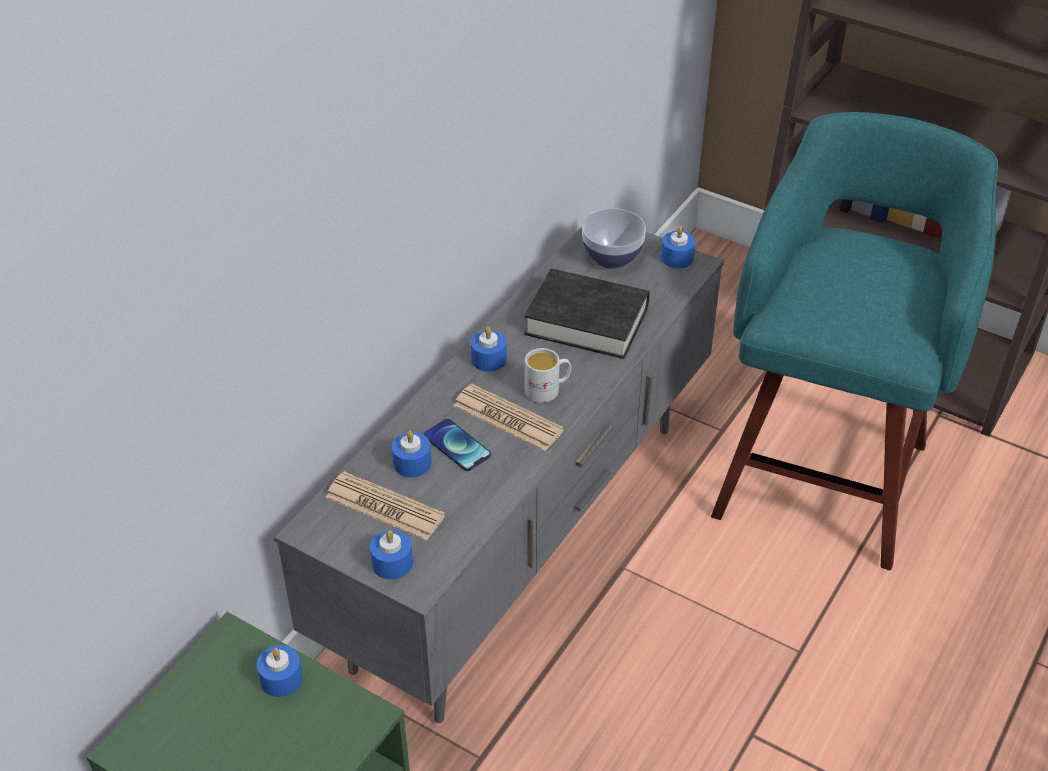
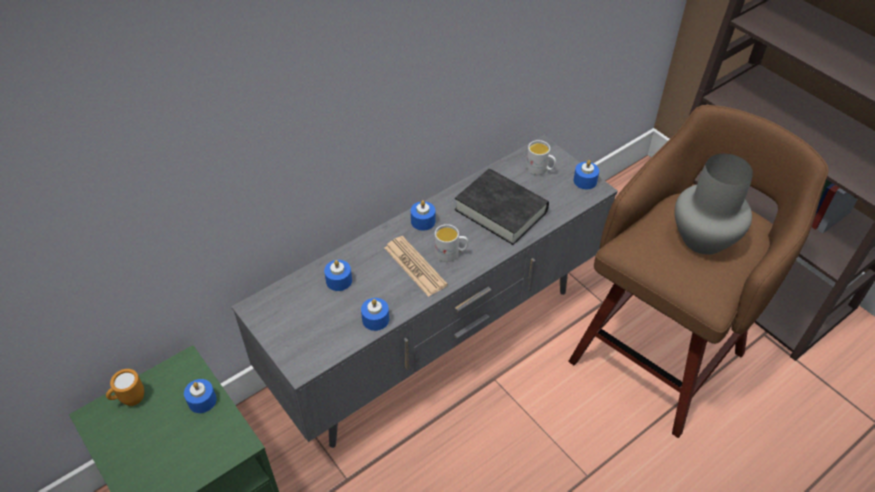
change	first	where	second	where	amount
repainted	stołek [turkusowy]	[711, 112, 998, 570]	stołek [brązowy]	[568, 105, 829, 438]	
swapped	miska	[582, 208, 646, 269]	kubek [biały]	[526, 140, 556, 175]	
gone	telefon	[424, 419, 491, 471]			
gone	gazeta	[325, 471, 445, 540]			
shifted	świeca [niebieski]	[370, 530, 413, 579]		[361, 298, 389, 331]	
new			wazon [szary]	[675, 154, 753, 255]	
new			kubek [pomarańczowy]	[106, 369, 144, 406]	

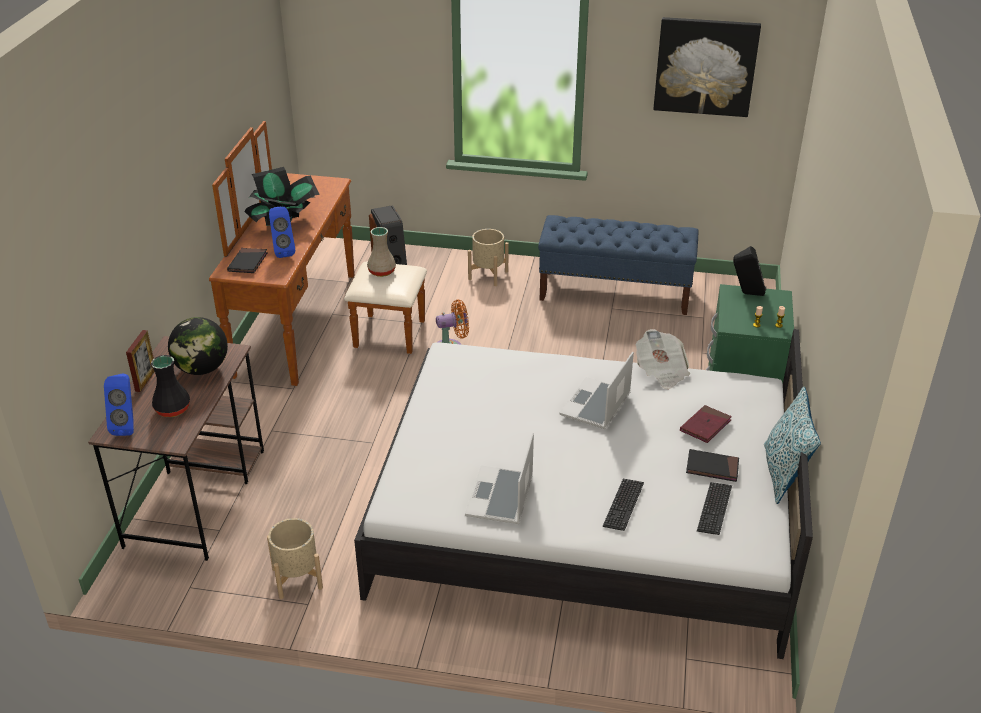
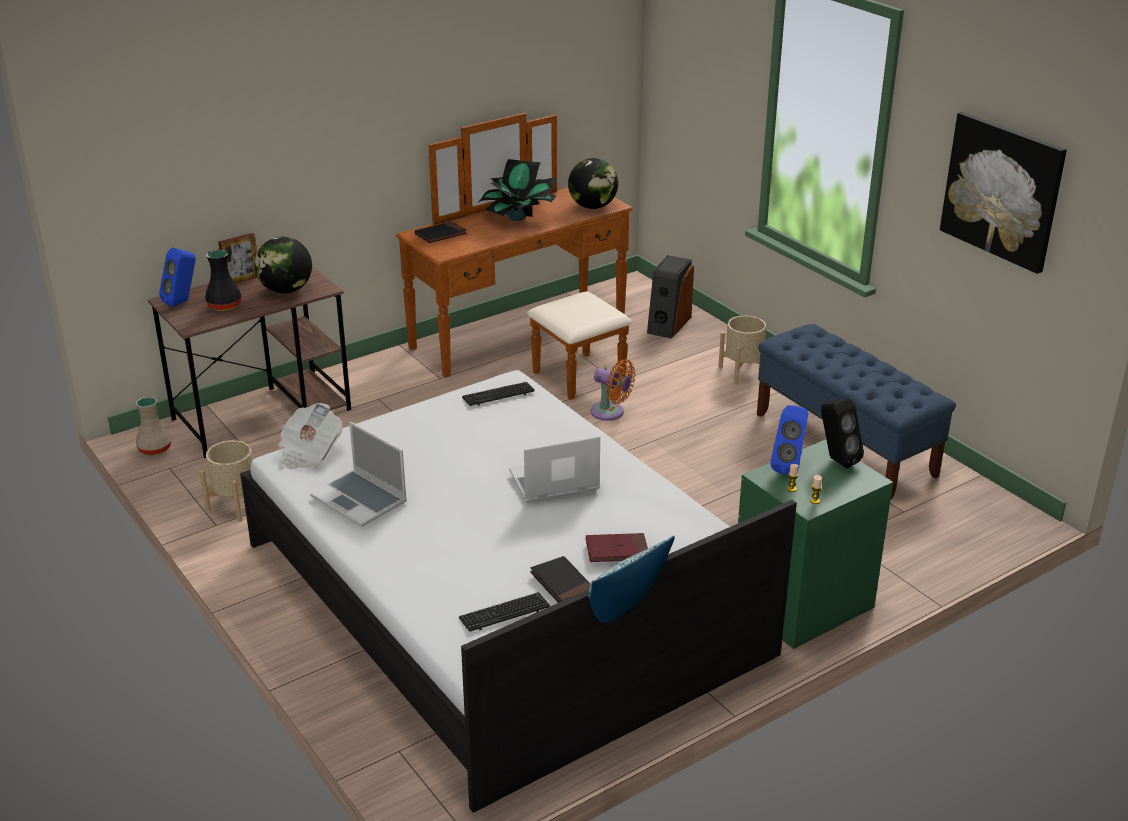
change	first	where	second	where	amount
shifted	głośnik [niebieski]	[269, 207, 295, 258]		[770, 405, 808, 475]	
shifted	wazon [beżowy]	[367, 227, 396, 277]		[136, 397, 171, 456]	
shifted	gazeta	[636, 329, 690, 390]		[278, 403, 343, 469]	
rotated	laptop	[465, 433, 534, 524]		[310, 422, 407, 527]	105 degrees counterclockwise
shifted	klawiatura	[603, 479, 644, 531]		[462, 382, 535, 406]	
new			globus	[568, 158, 618, 209]	

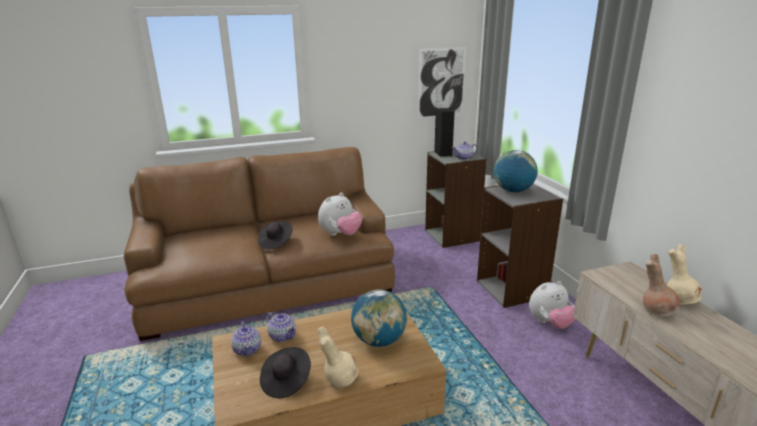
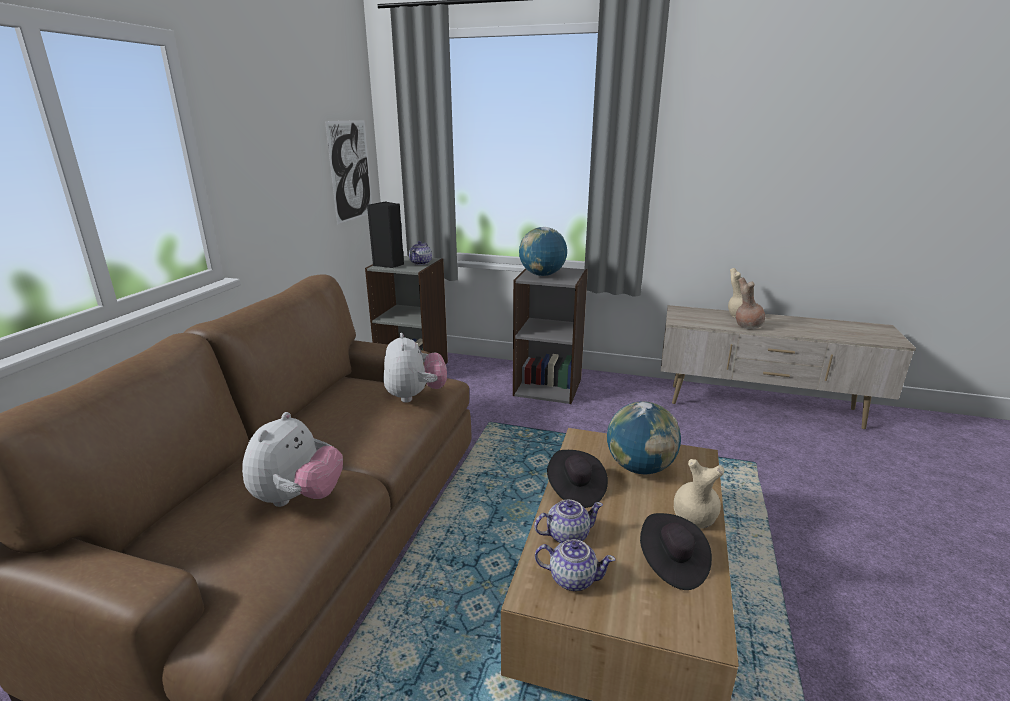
change	first	where	second	where	amount
shifted	kapelusz [czarny]	[258, 221, 293, 249]		[547, 450, 608, 508]	
shifted	pluszak	[529, 281, 576, 329]		[242, 412, 343, 507]	

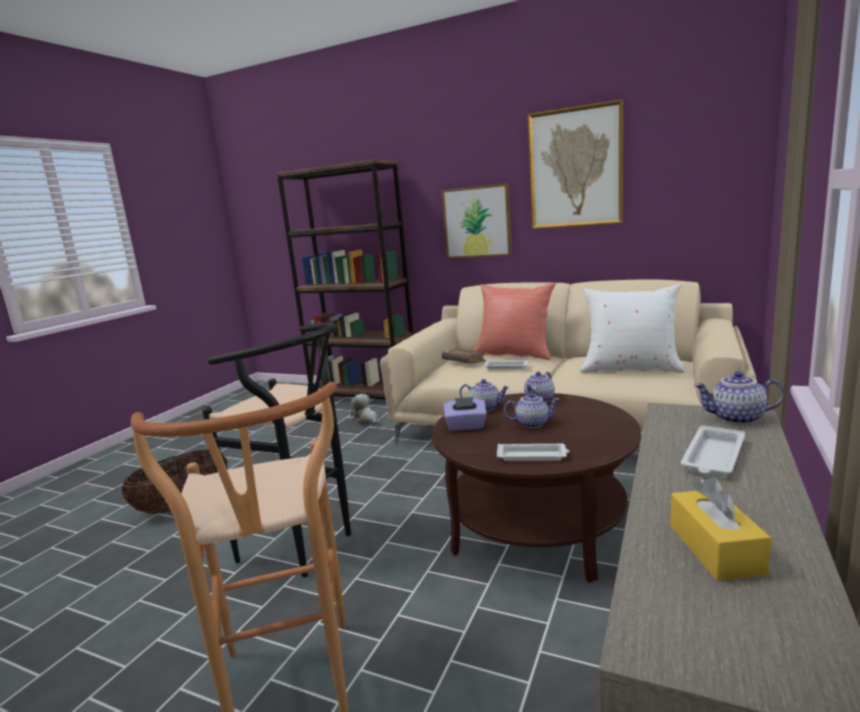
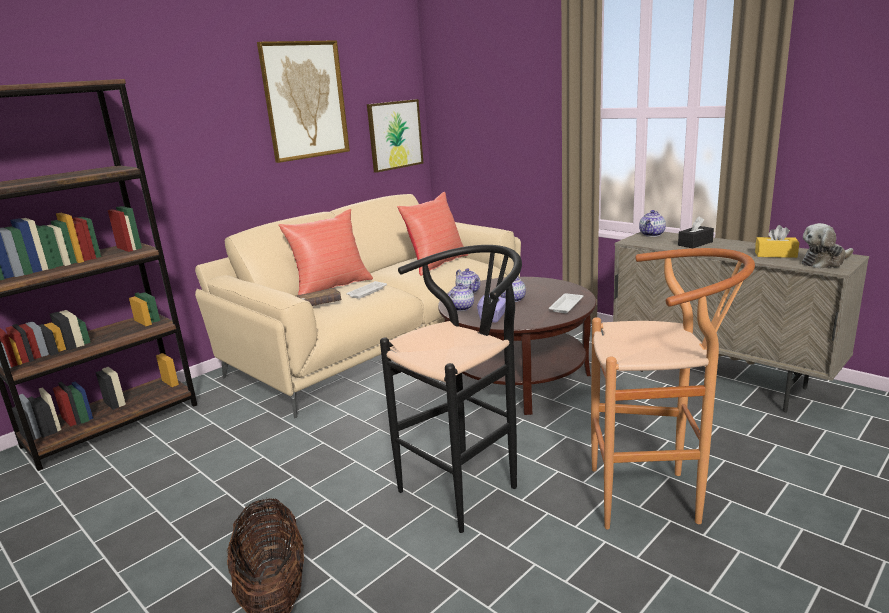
change	first	where	second	where	amount
shifted	obraz	[442, 183, 512, 259]		[367, 99, 423, 173]	
repainted	poduszka [biały]	[580, 284, 685, 373]	poduszka [czerwony]	[397, 192, 468, 276]	
shifted	pluszak	[350, 394, 380, 426]		[802, 223, 853, 269]	
swapped	taca [biały]	[681, 425, 745, 477]	pudełko chusteczek [czarny]	[678, 216, 714, 248]	

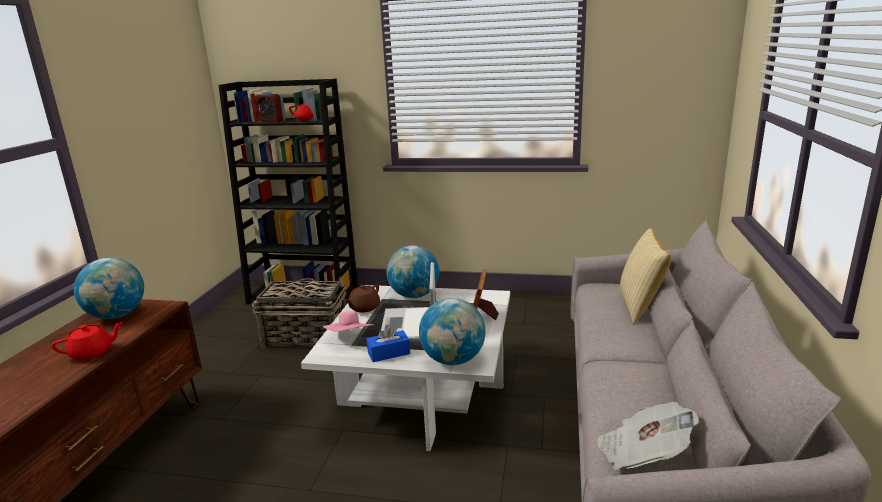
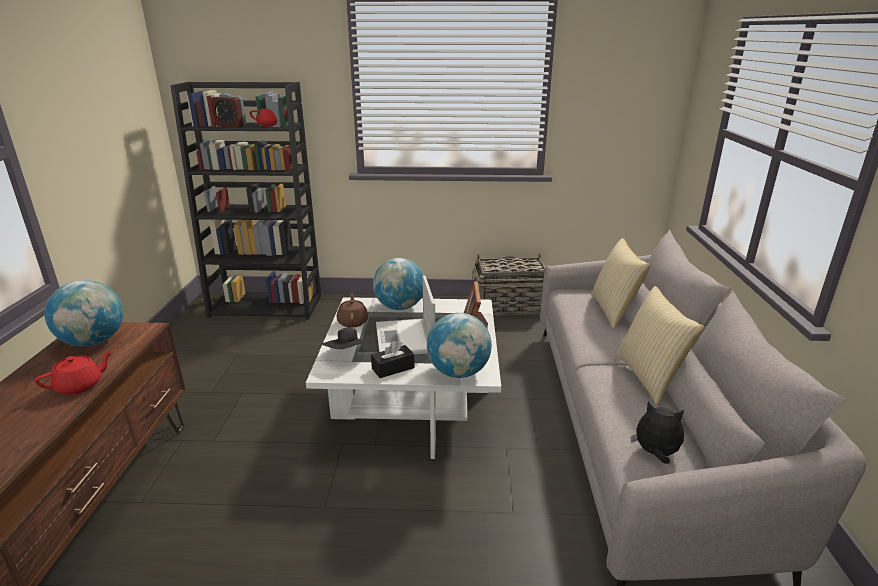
change	first	where	second	where	amount
shifted	koszyk	[252, 276, 346, 348]		[472, 254, 545, 315]	
rotated	imbryk [brązowy]	[345, 285, 380, 313]		[337, 294, 368, 328]	150 degrees clockwise
repainted	kapelusz [różowy]	[322, 311, 374, 332]	kapelusz [czarny]	[322, 328, 373, 349]	
repainted	pudełko chusteczek [niebieski]	[366, 325, 410, 362]	pudełko chusteczek [czarny]	[371, 341, 415, 378]	
swapped	gazeta	[596, 402, 699, 470]	pluszak	[631, 402, 684, 464]	
new			poduszka	[616, 286, 705, 405]	

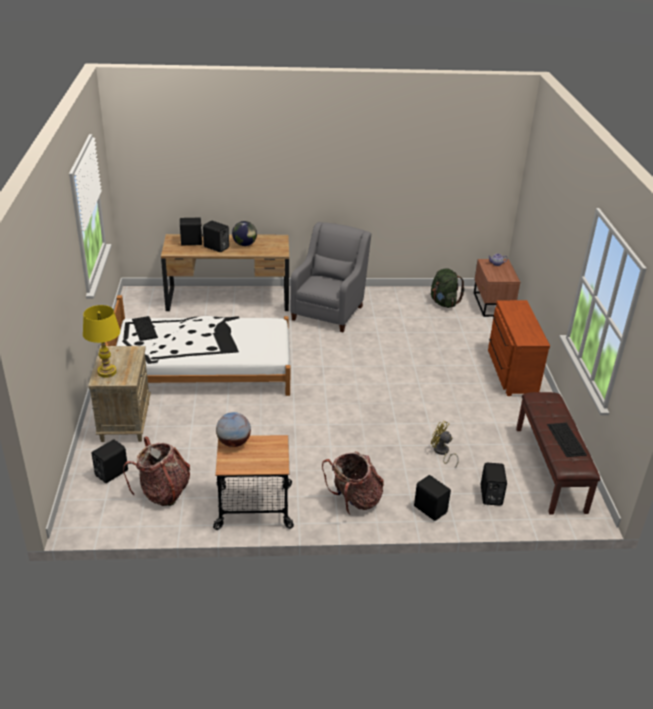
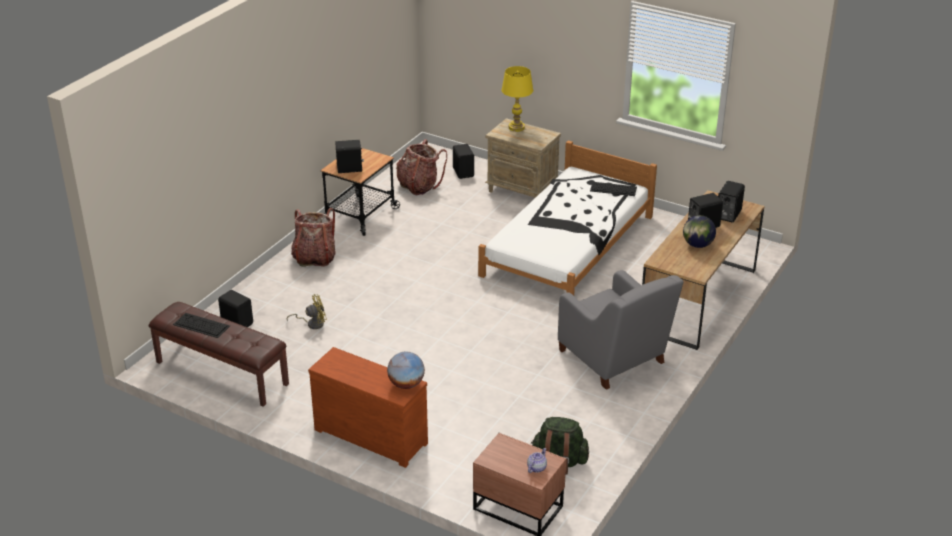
change	first	where	second	where	amount
shifted	globus	[216, 412, 251, 447]		[387, 352, 425, 389]	
shifted	głośnik [czarny]	[414, 475, 451, 521]		[335, 140, 364, 173]	

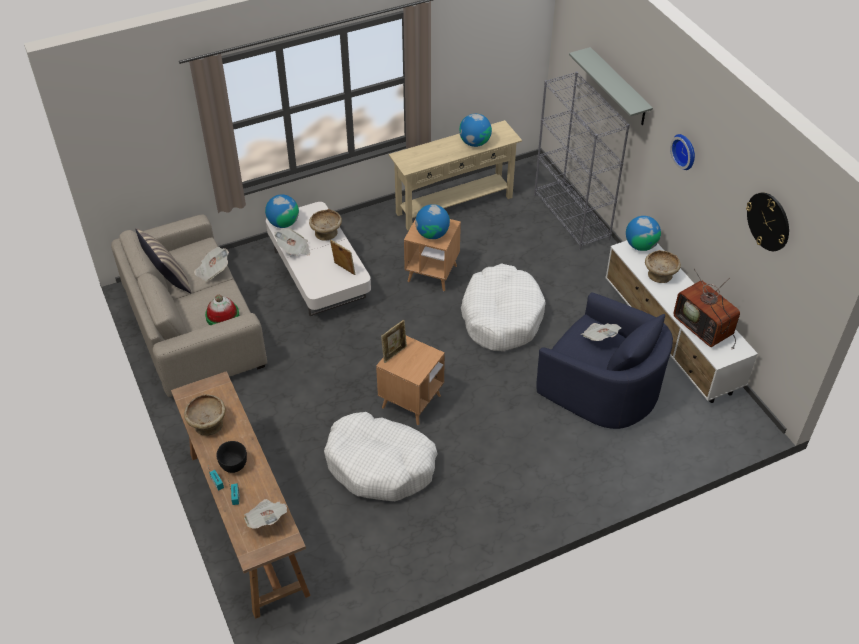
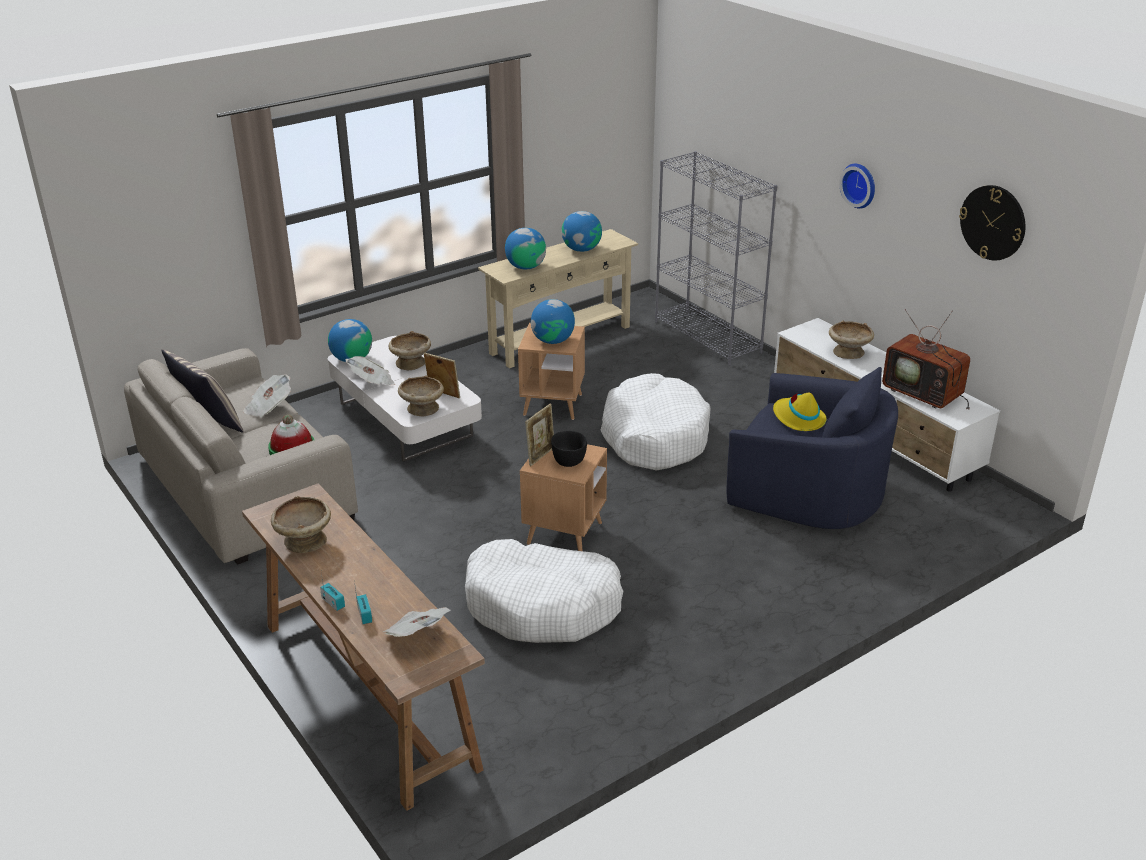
change	first	where	second	where	amount
gone	półka [szary]	[569, 47, 653, 125]			
shifted	globus	[626, 216, 661, 251]		[505, 228, 546, 269]	
swapped	gazeta	[581, 323, 622, 341]	kapelusz [żółty]	[773, 392, 827, 431]	
shifted	miska [czarny]	[216, 441, 247, 473]		[551, 431, 587, 467]	
new			miska [beżowy]	[398, 376, 444, 417]	

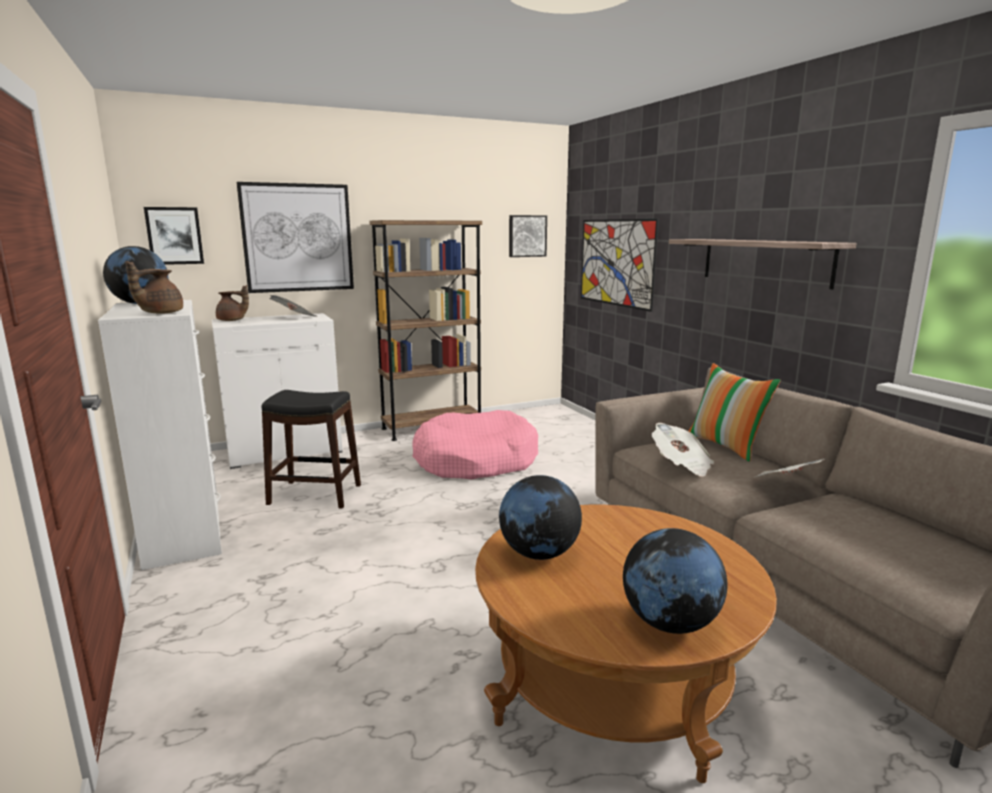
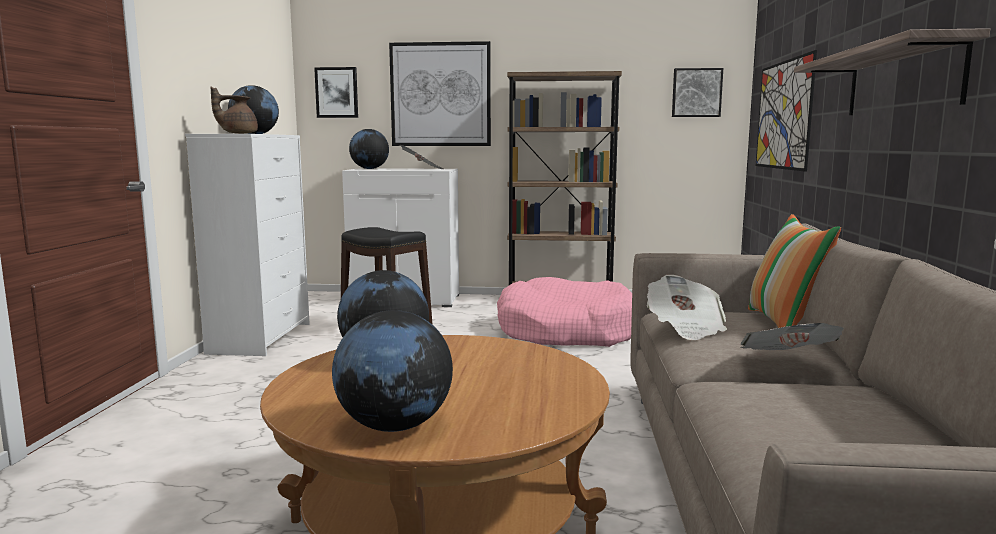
change	first	where	second	where	amount
swapped	imbryk [brązowy]	[216, 285, 249, 321]	globus	[349, 129, 389, 169]	

